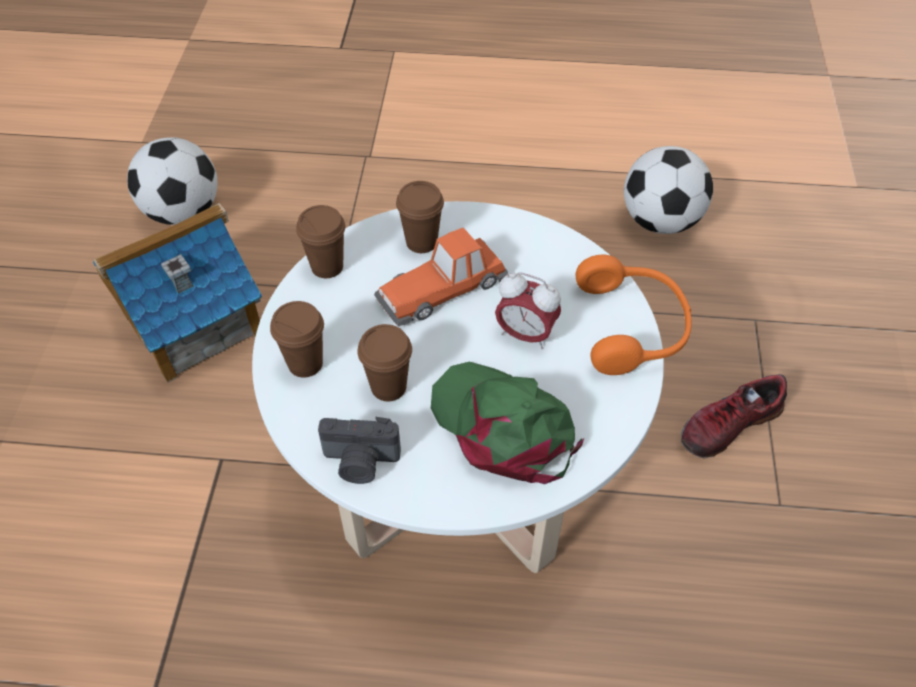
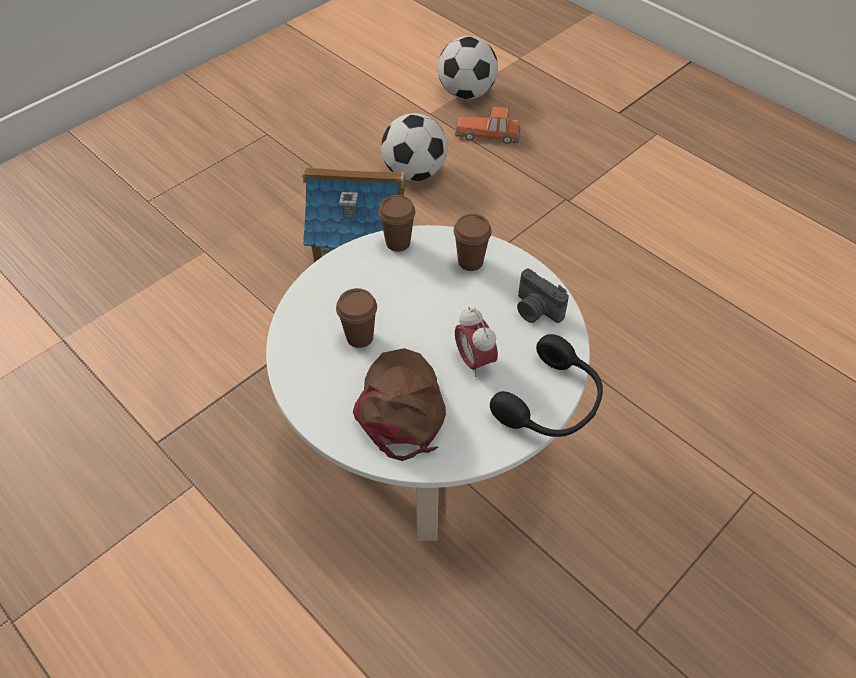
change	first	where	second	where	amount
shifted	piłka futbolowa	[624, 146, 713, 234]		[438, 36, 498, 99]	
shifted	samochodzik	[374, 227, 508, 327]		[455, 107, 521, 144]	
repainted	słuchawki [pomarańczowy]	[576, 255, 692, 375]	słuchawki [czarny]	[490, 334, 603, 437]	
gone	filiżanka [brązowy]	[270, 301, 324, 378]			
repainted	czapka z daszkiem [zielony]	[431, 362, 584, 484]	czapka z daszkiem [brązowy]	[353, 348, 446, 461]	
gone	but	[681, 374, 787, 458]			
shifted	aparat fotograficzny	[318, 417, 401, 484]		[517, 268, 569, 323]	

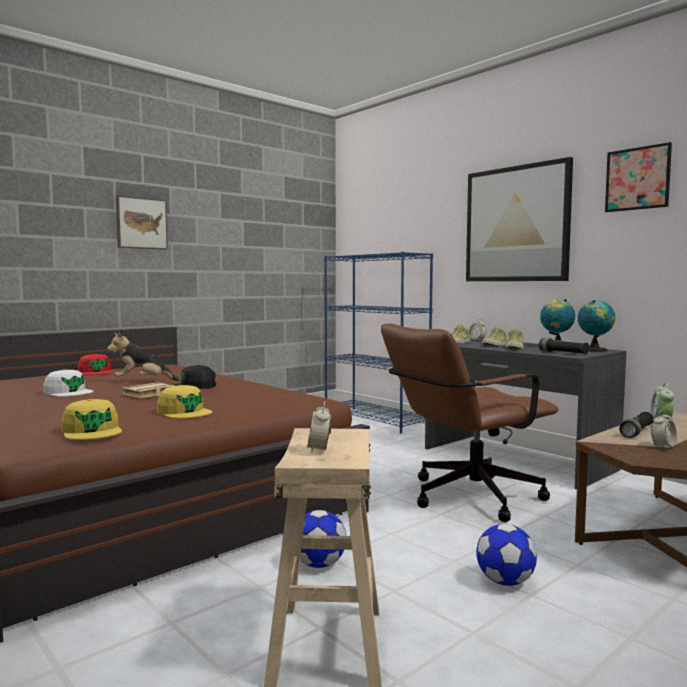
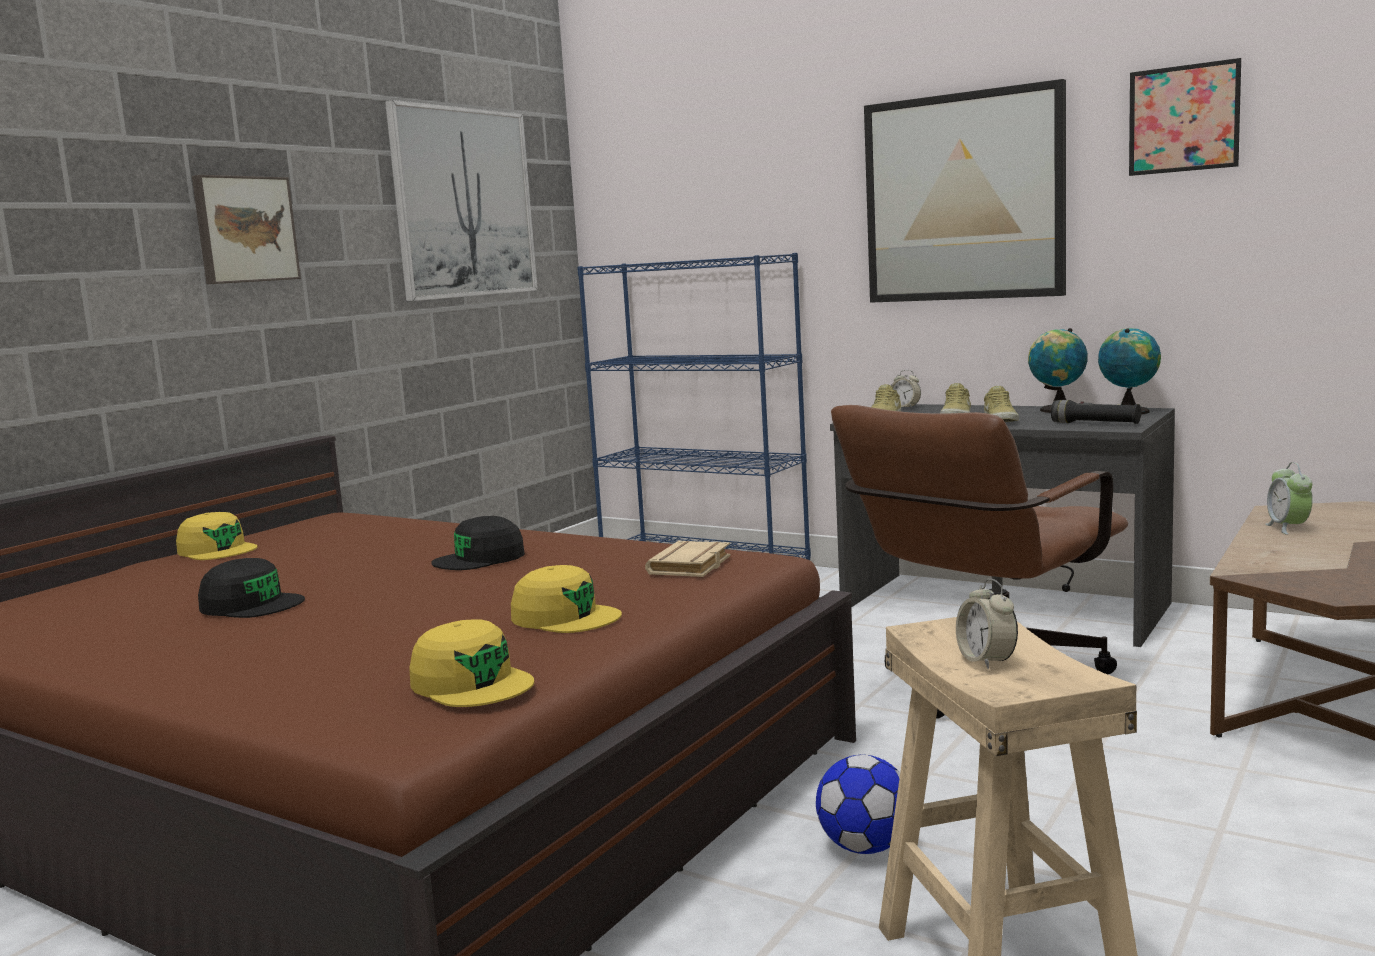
change	first	where	second	where	amount
gone	pluszak	[107, 332, 180, 381]			
repainted	czapka z daszkiem [czerwony]	[78, 354, 114, 375]	czapka z daszkiem [żółty]	[176, 512, 258, 560]	
repainted	czapka z daszkiem [biały]	[44, 369, 93, 397]	czapka z daszkiem [czarny]	[198, 558, 305, 618]	
shifted	książka [beżowy]	[121, 382, 175, 399]		[645, 541, 731, 577]	
gone	budzik	[651, 410, 677, 449]			
gone	latarka [czarny]	[619, 412, 654, 438]			
gone	piłka futbolowa	[476, 524, 537, 586]			
new			obraz	[385, 100, 538, 301]	

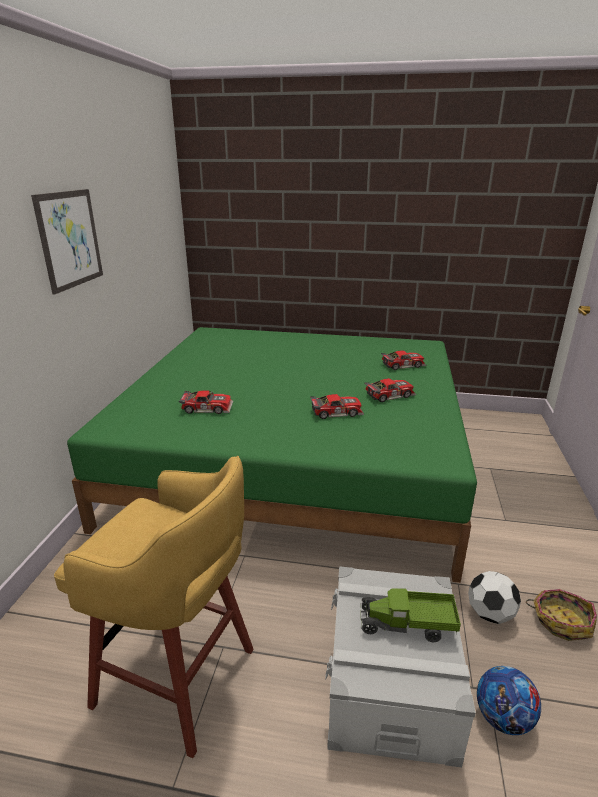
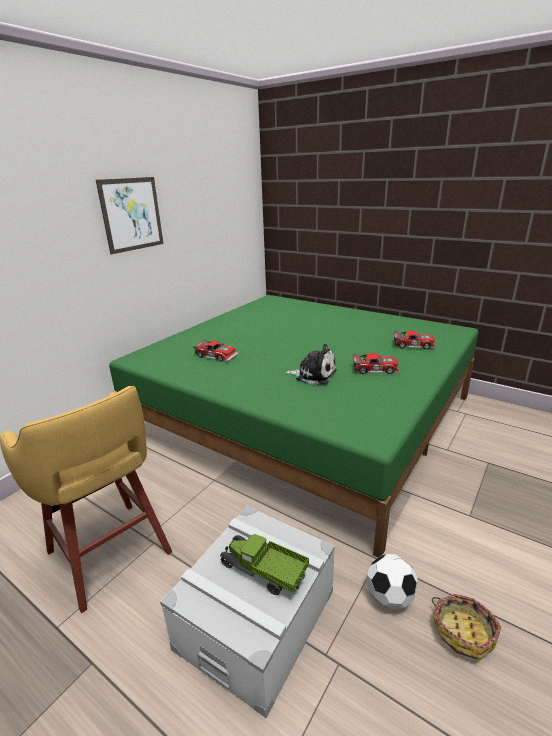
change	first	where	second	where	amount
swapped	samochodzik	[310, 394, 364, 419]	pluszak	[285, 344, 336, 385]	
gone	piłka futbolowa	[477, 666, 541, 735]			

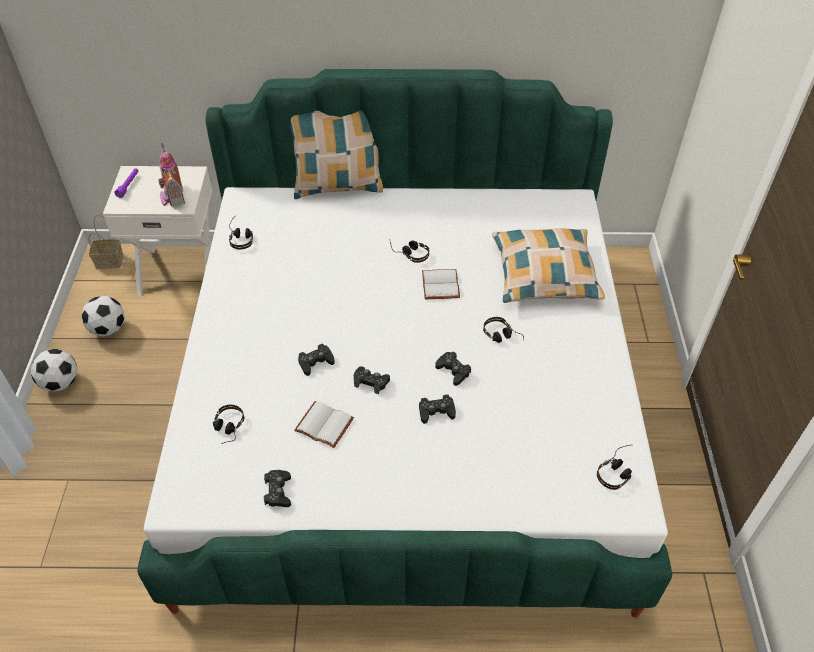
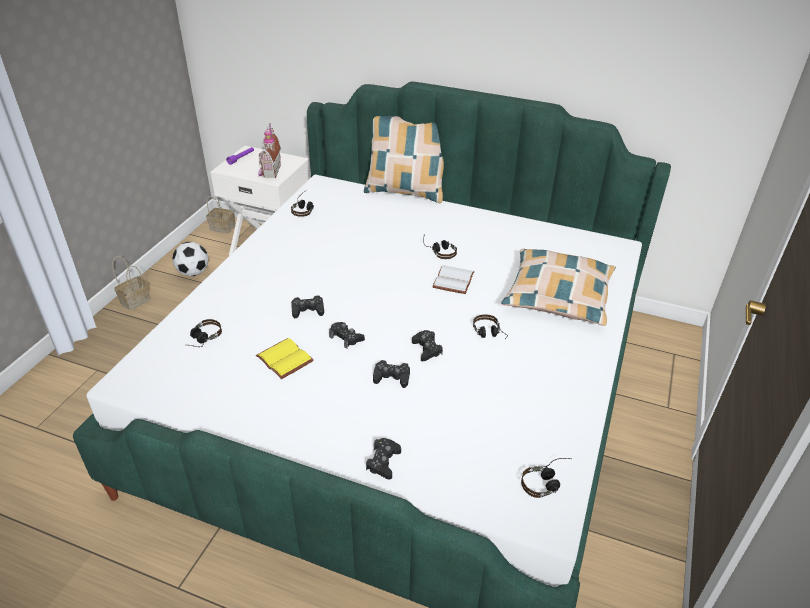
change	first	where	second	where	amount
swapped	piłka futbolowa	[31, 349, 77, 392]	koszyk	[112, 256, 151, 310]	
repainted	książka [biały]	[294, 401, 354, 448]	książka [żółty]	[256, 338, 314, 379]	
shifted	pad do gier [czarny]	[264, 470, 291, 507]		[366, 438, 401, 479]	

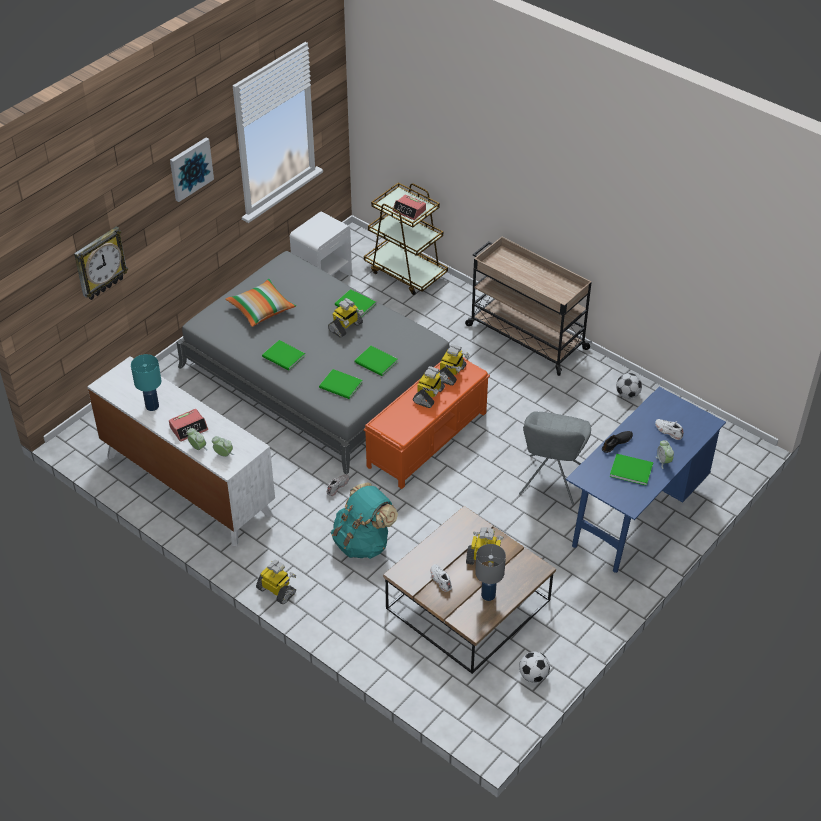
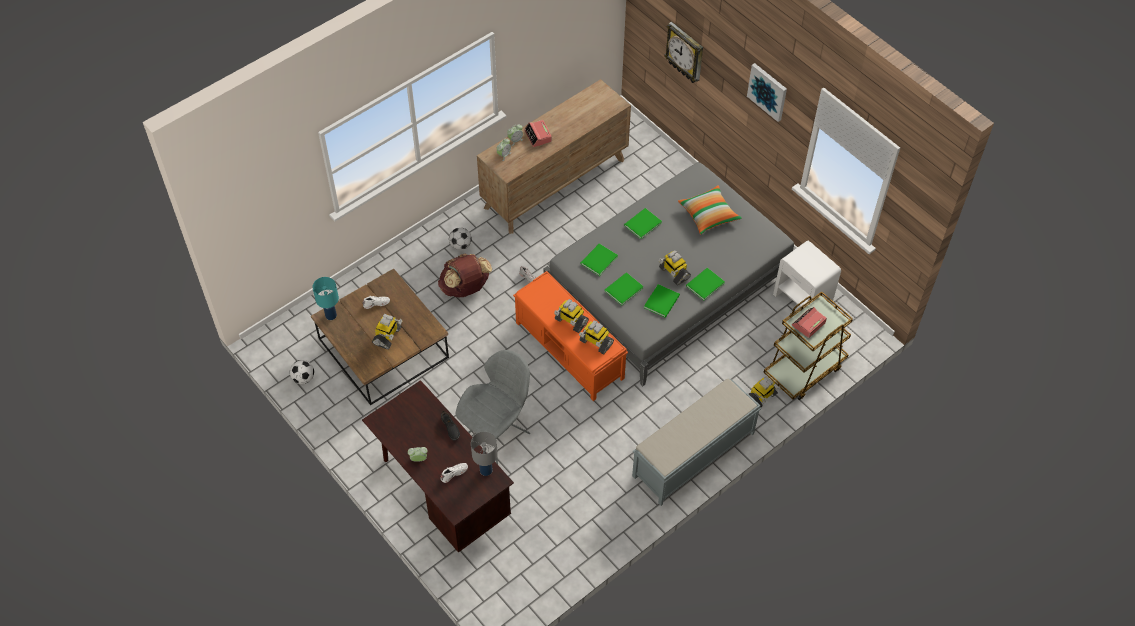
change	first	where	second	where	amount
swapped	wózek [beżowy]	[465, 237, 592, 376]	ławka [szary]	[632, 379, 761, 506]	
shifted	lampa stołowa [turkusowy]	[131, 354, 161, 411]		[312, 277, 339, 320]	
repainted	komoda [biały]	[87, 356, 275, 546]	komoda [brązowy]	[477, 79, 631, 234]	
shifted	piłka futbolowa	[616, 373, 642, 399]		[449, 227, 472, 250]	
repainted	biurko [niebieski]	[566, 387, 726, 573]	biurko [brązowy]	[362, 380, 514, 553]	
rotated	krzesło [szary]	[519, 411, 591, 505]		[455, 350, 530, 464]	105 degrees clockwise
shifted	książka [zielony]	[610, 454, 653, 486]		[644, 284, 680, 318]	
repainted	plecak [turkusowy]	[331, 482, 398, 559]	plecak [brązowy]	[438, 254, 492, 297]	
shifted	lampa stołowa [szary]	[475, 544, 506, 601]		[471, 432, 498, 476]	
shifted	robot zabawkowy	[256, 560, 296, 604]		[749, 376, 781, 407]	

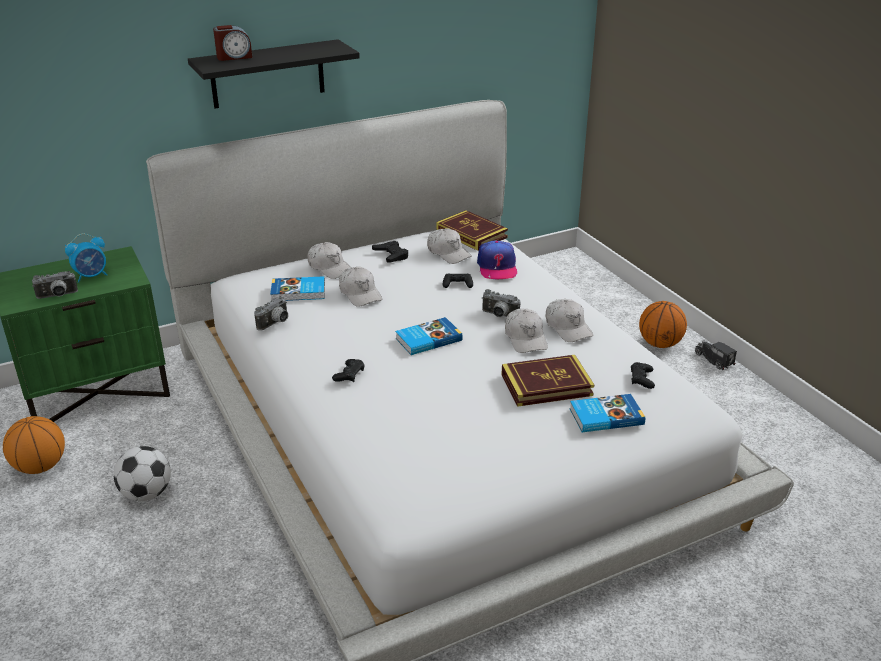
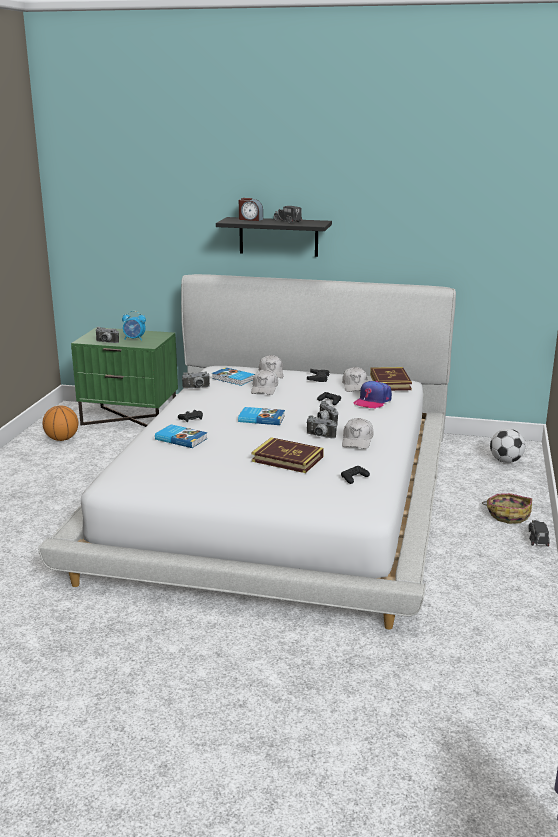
change	first	where	second	where	amount
swapped	piłka do koszykówki	[639, 301, 687, 348]	koszyk	[482, 493, 532, 524]	
swapped	czapka z daszkiem [biały]	[505, 308, 548, 353]	aparat fotograficzny	[306, 415, 337, 438]	
shifted	książka	[570, 394, 645, 432]		[155, 424, 207, 448]	
shifted	piłka futbolowa	[114, 446, 171, 501]		[490, 429, 525, 463]	
new			ciężarówka zabawkowa	[274, 206, 302, 223]	

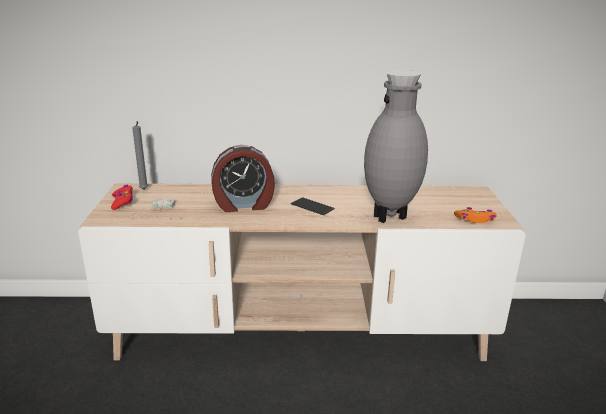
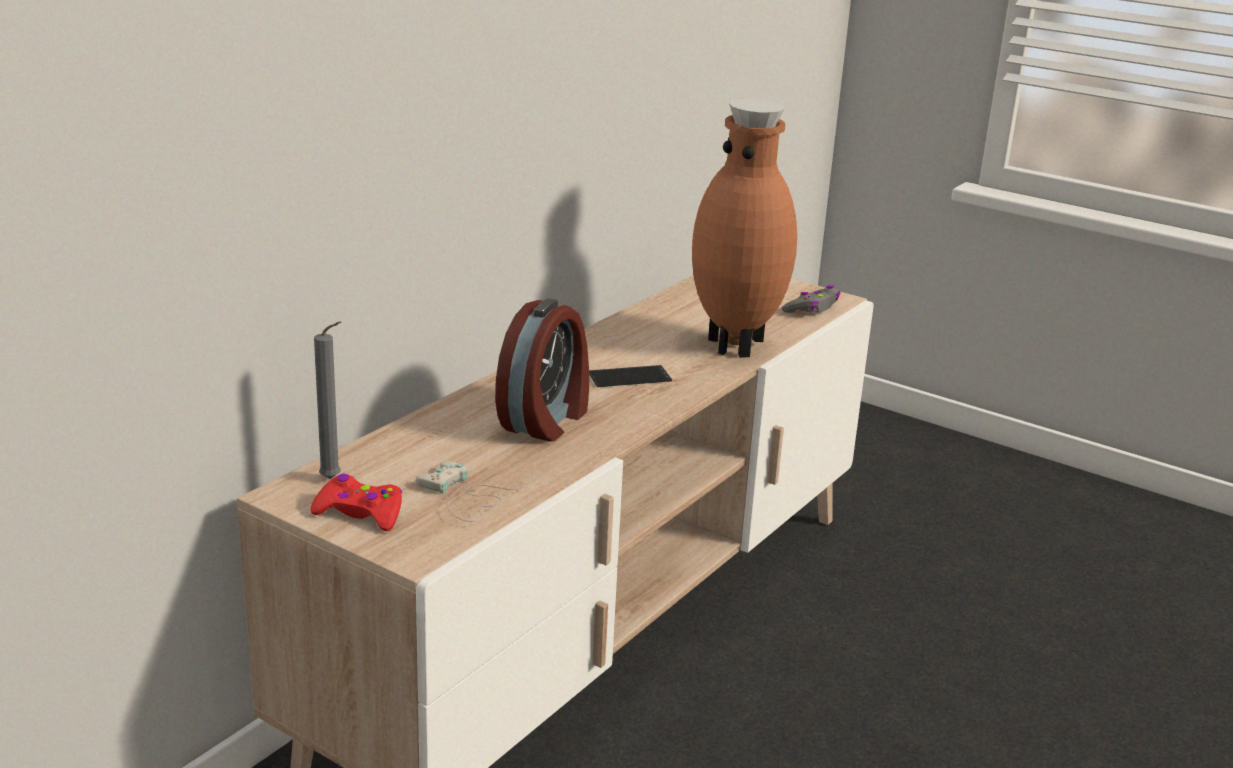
change	first	where	second	where	amount
repainted	wazon [szary]	[364, 70, 428, 223]	wazon [brązowy]	[692, 98, 797, 358]	
repainted	pad do gier [pomarańczowy]	[454, 207, 497, 223]	pad do gier [szary]	[782, 285, 840, 313]	

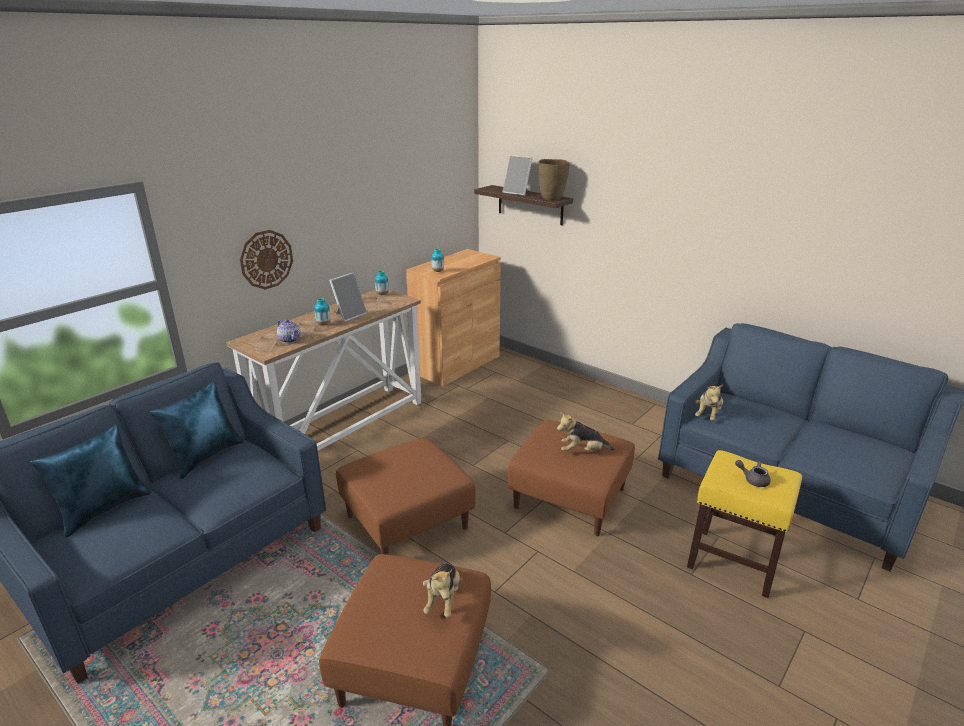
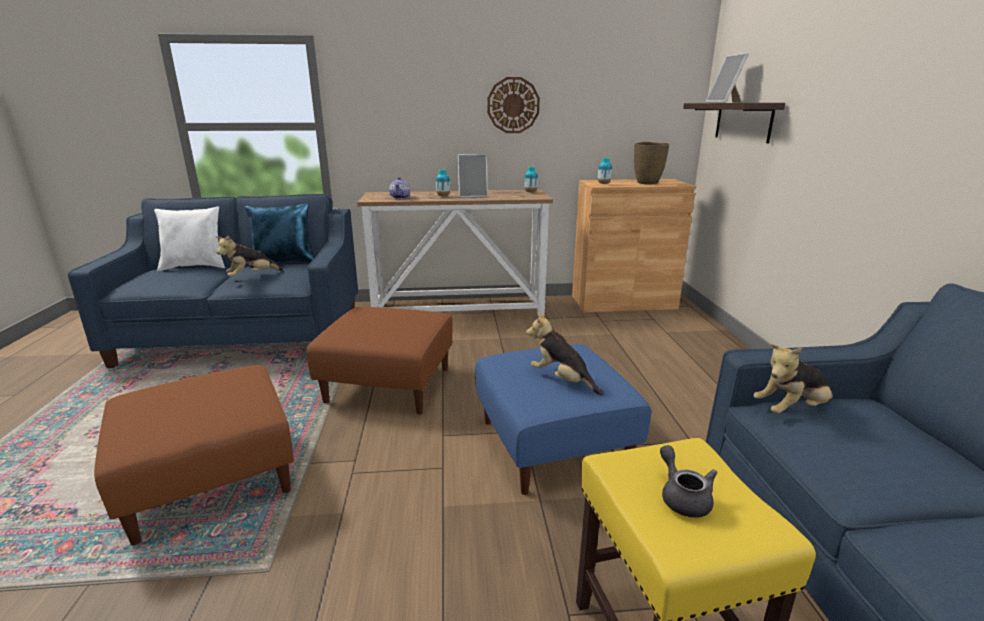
change	first	where	second	where	amount
shifted	wazon [brązowy]	[538, 159, 570, 200]		[634, 142, 669, 185]	
shifted	zegar ścienny	[240, 230, 293, 290]		[487, 77, 540, 133]	
repainted	pufa [brązowy]	[508, 420, 635, 536]	pufa [niebieski]	[475, 344, 651, 495]	
repainted	poduszka [niebieski]	[30, 424, 151, 537]	poduszka [biały]	[154, 206, 225, 272]	
shifted	pluszak	[423, 563, 460, 618]		[216, 235, 283, 277]	

